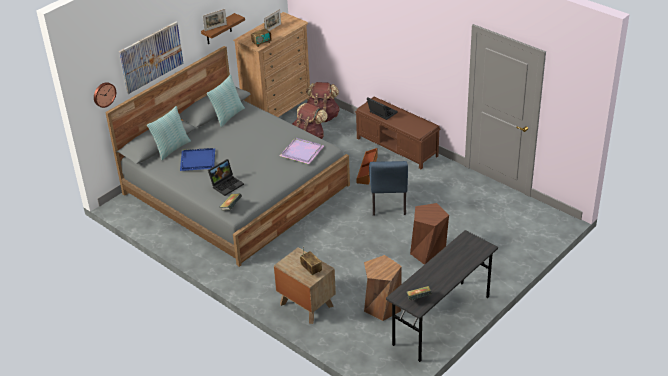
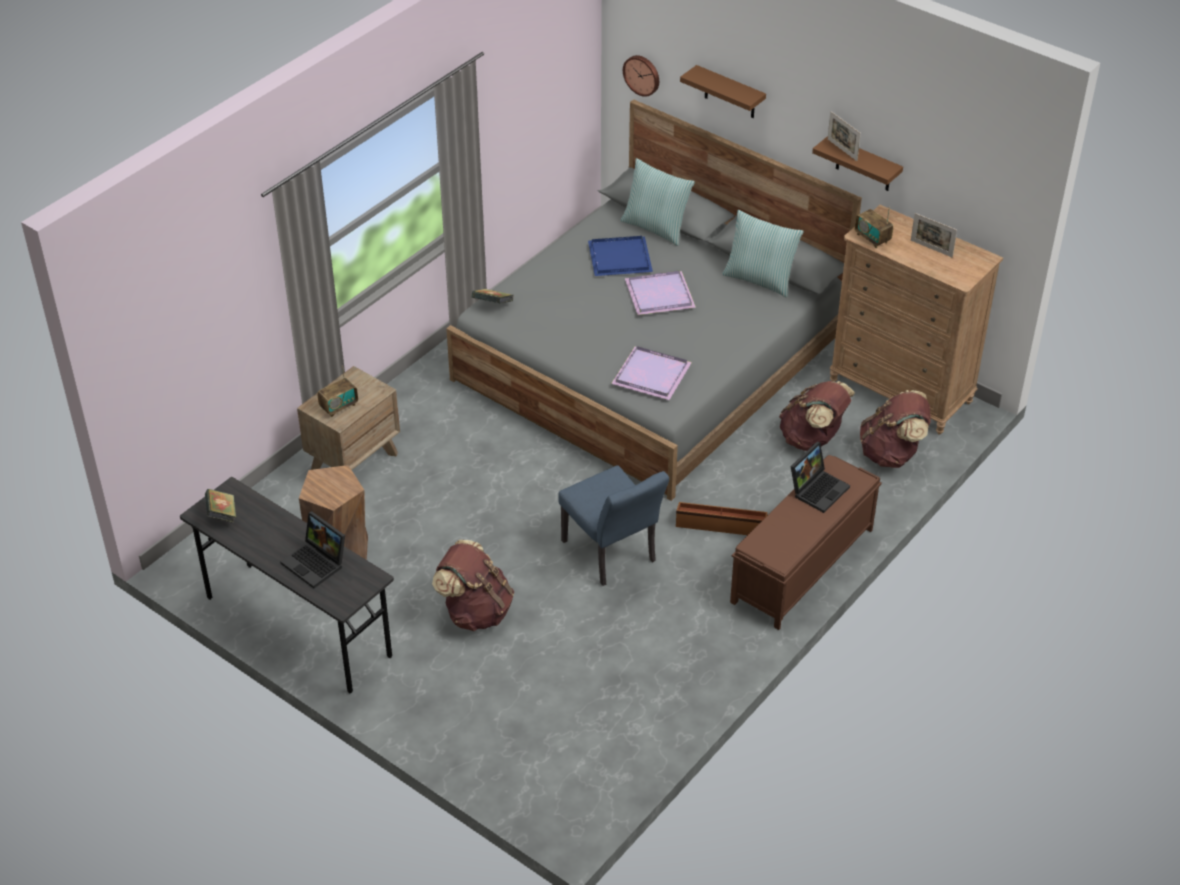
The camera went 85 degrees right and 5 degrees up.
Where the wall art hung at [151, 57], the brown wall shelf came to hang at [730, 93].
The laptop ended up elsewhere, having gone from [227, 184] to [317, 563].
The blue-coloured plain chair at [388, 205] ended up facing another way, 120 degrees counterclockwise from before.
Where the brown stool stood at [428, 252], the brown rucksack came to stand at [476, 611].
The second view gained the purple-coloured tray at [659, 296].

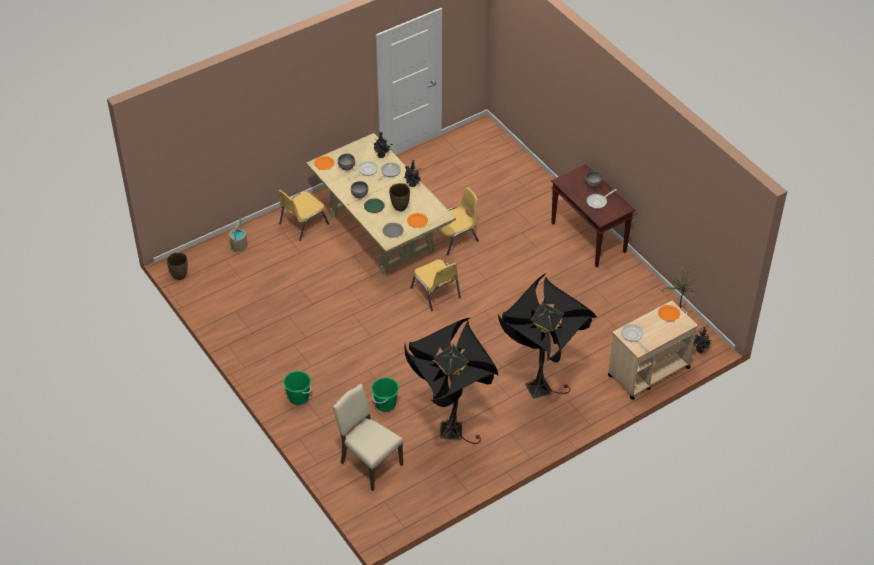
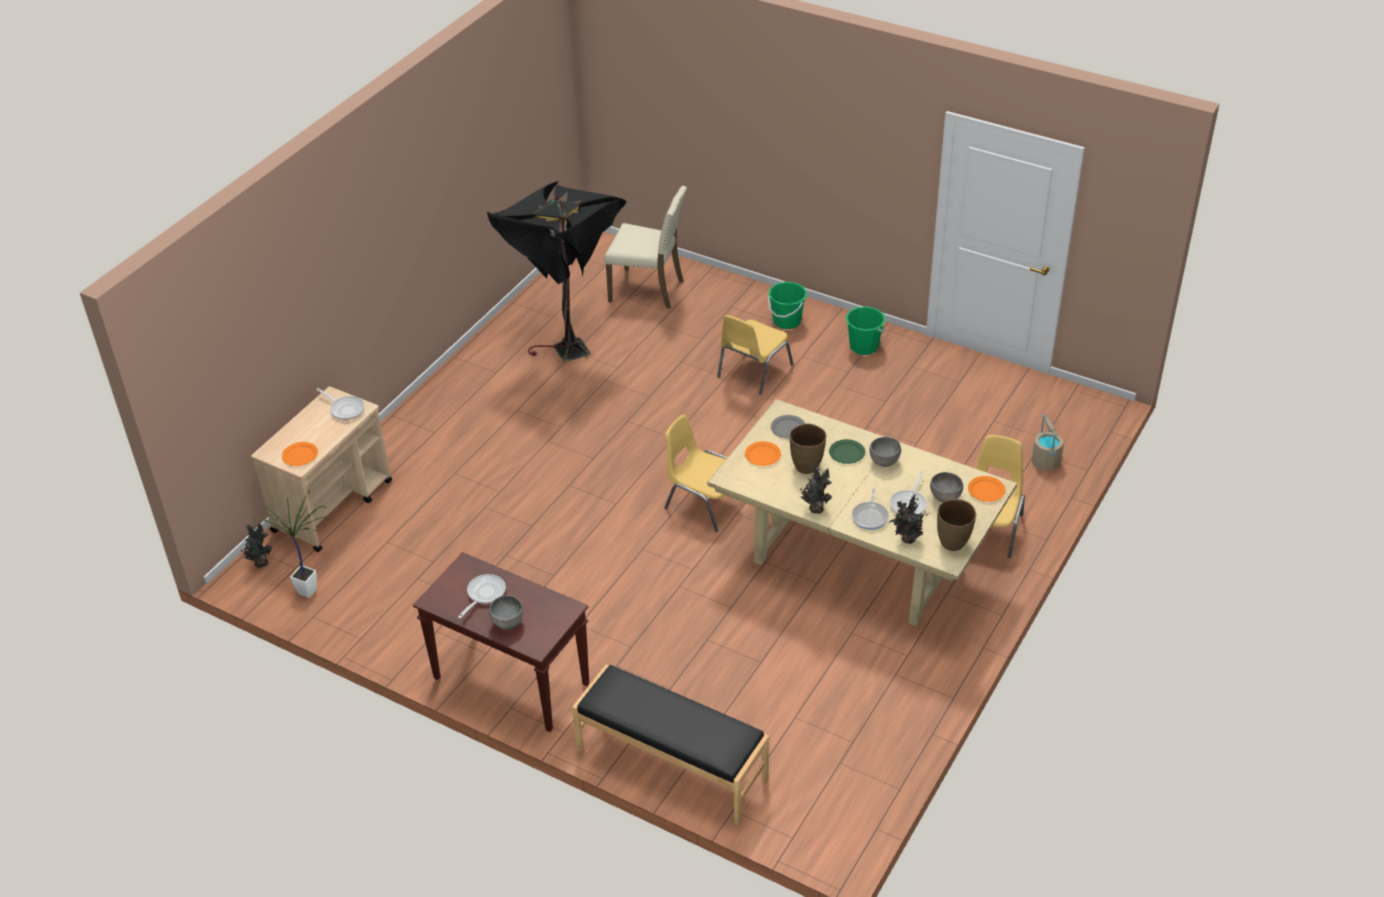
The camera went 155 degrees right and 5 degrees down.
The brown decorative vase ended up elsewhere, having gone from [179, 275] to [953, 543].
The green water bucket ended up elsewhere, having gone from [385, 404] to [864, 347].
The yellow-coloured plain chair ended up elsewhere, having gone from [455, 238] to [753, 371].
The second view lost the black-coloured floor lamp at [541, 394].
The second view gained the black-coloured bench at [671, 765].

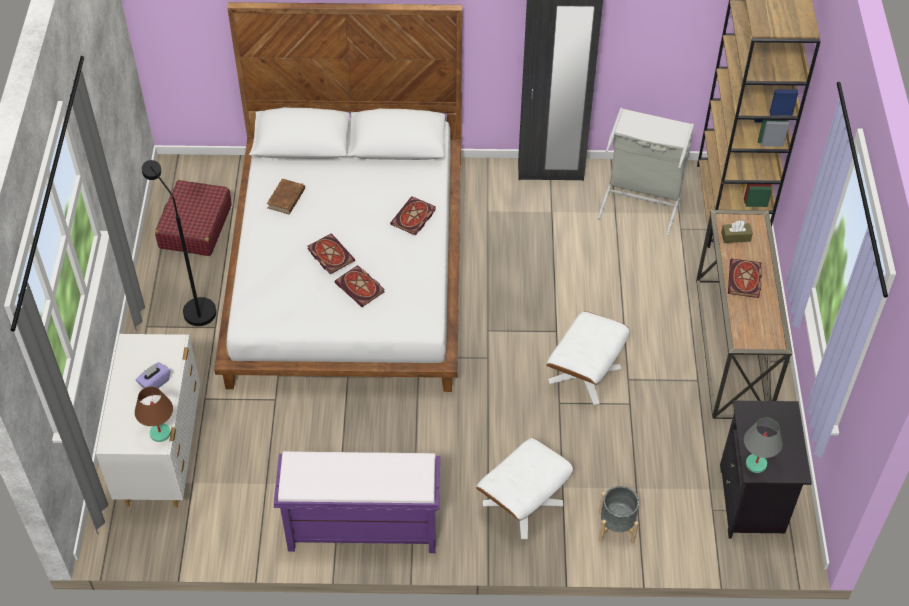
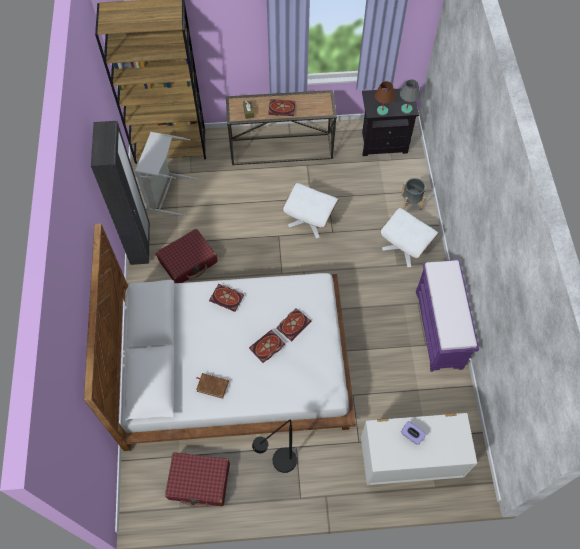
The camera went 95 degrees left and 10 degrees up.
The brown lamp for a table ended up elsewhere, having gone from [160, 433] to [382, 111].
The second view gained the red suitcase at [188, 261].

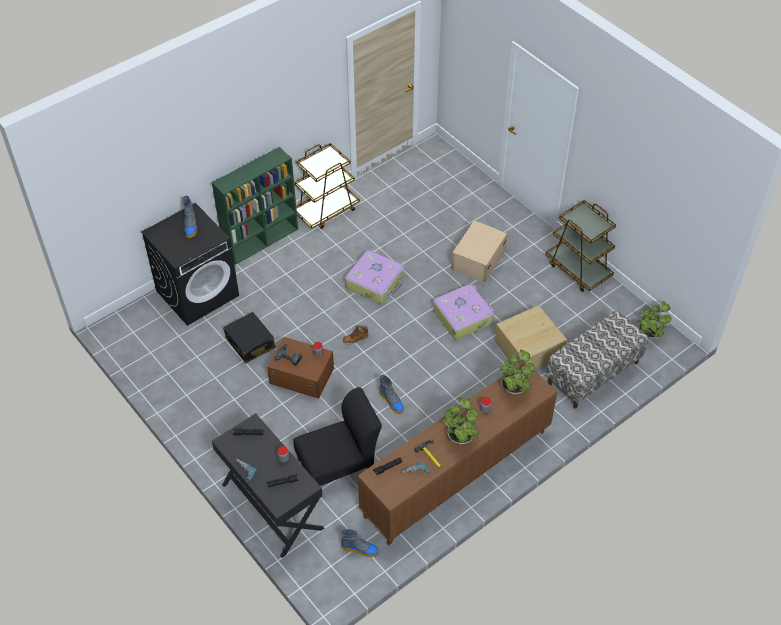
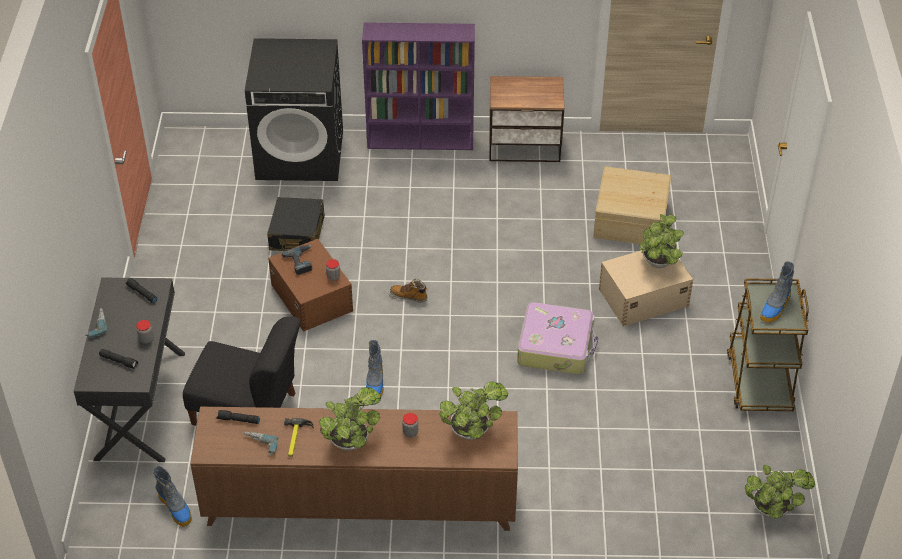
The camera went 40 degrees right and 5 degrees down.
The tall boot ended up elsewhere, having gone from [191, 226] to [775, 307].
What was the green shelving unit at [261, 240] turned into the purple-coloured shelving unit at [421, 140].
Where the brown wheeled cart stood at [326, 210], the night table came to stand at [525, 148].
The second view lost the suitcase at [375, 282].
The sand-coloured storage bin ended up elsewhere, having gone from [528, 348] to [630, 219].
The second view lost the bench at [593, 373].
The second view gained the plant in a pot at [658, 264].

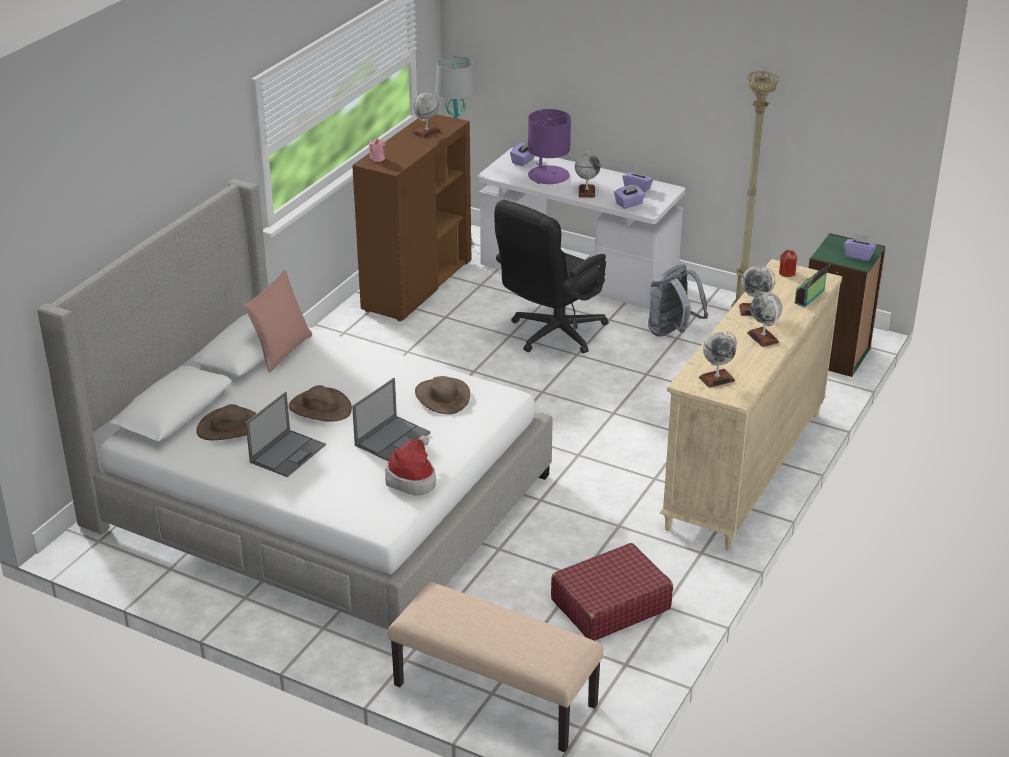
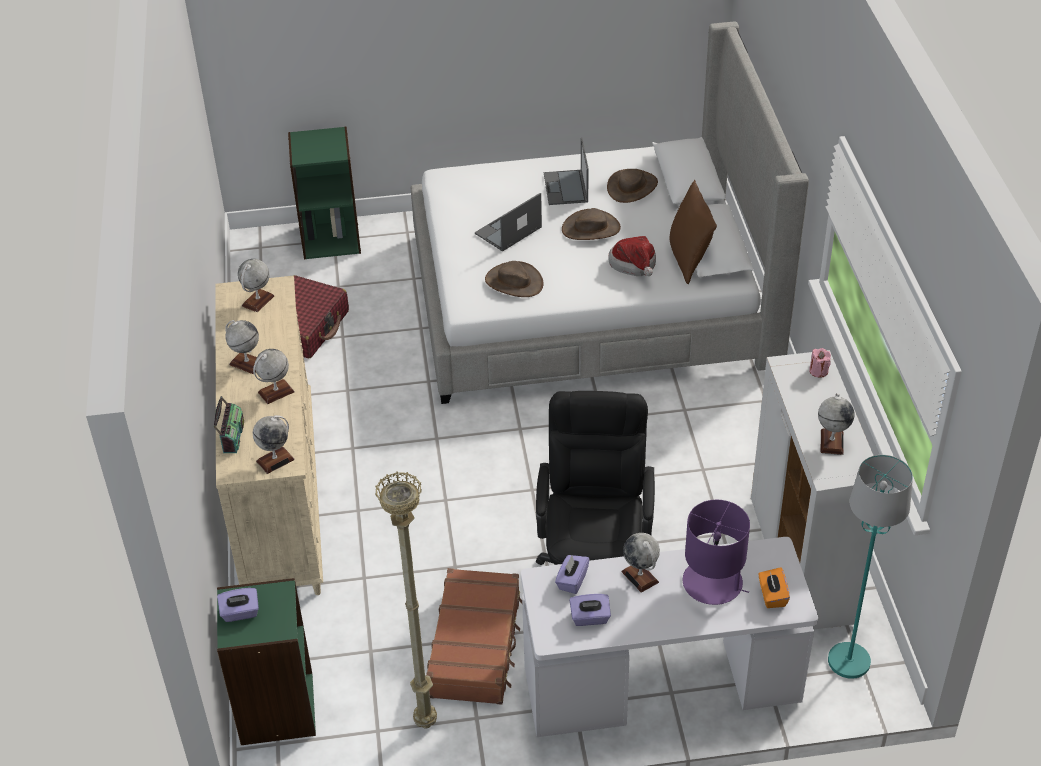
The camera went 145 degrees right and 10 degrees up.
What was the pinkish throw pillow at [281, 351] turned into the brown throw pillow at [689, 260].
What was the brown cabinet at [417, 286] turned into the white-coloured cabinet at [802, 562].
The laptop at [393, 438] ended up facing another way, 45 degrees clockwise from before.
The clothing hat ended up elsewhere, having gone from [412, 478] to [634, 266].
Where the sand-coloured bench stood at [493, 696], the green shelving unit came to stand at [331, 238].
What was the purple-coloured tissue box at [523, 161] turned into the orangey tissue box at [772, 596].
Where the grey rucksack stood at [672, 332], the brown suitcase came to stand at [476, 645].
Where the red wax light stood at [787, 273], the desk globe came to stand at [275, 460].

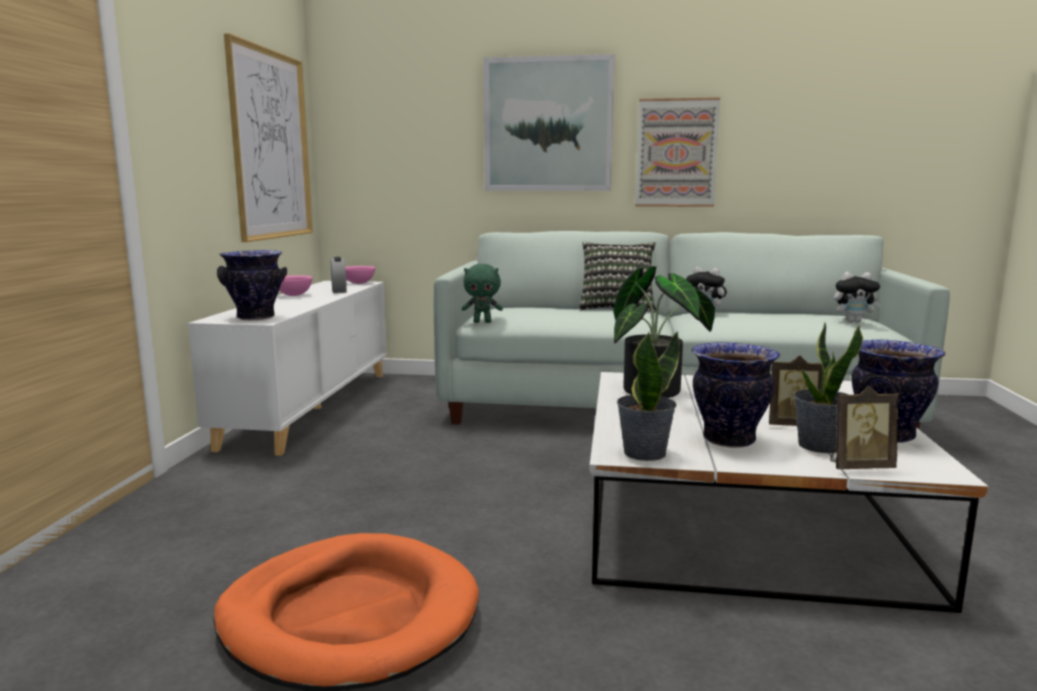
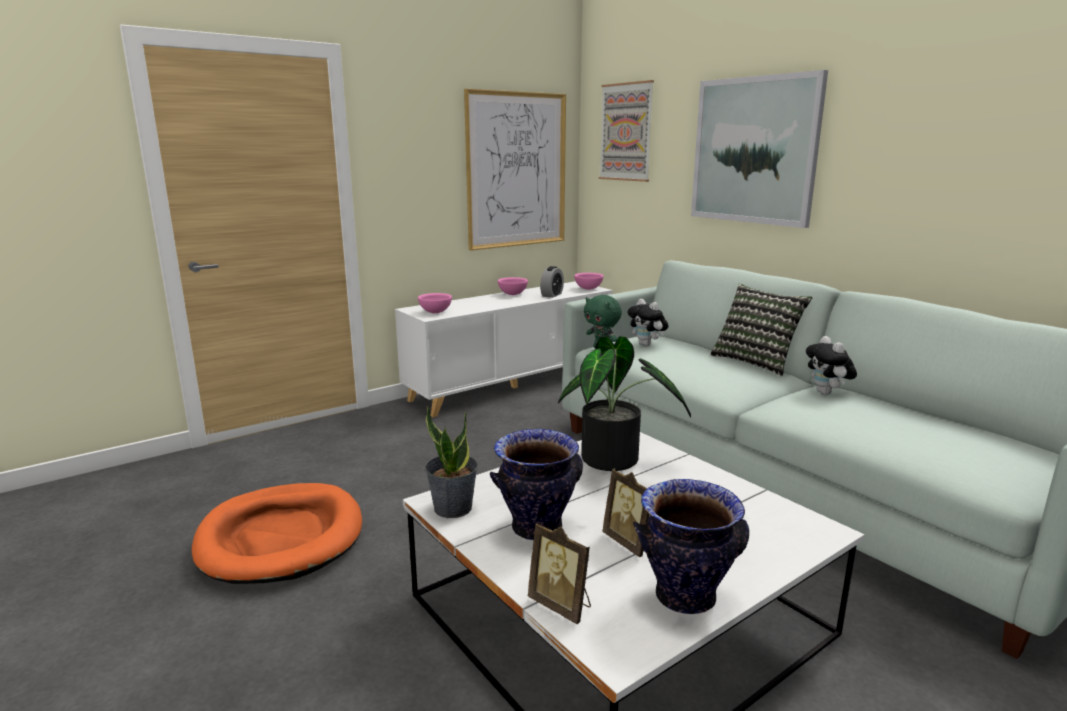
The camera went 45 degrees right and 5 degrees up.
Where the decorative vase stood at [255, 317], the pinkish serving bowl came to stand at [435, 312].
The wall art ended up elsewhere, having gone from [676, 153] to [626, 132].
The second view lost the plant in a pot at [819, 446].
The plush toy ended up elsewhere, having gone from [853, 322] to [647, 345].

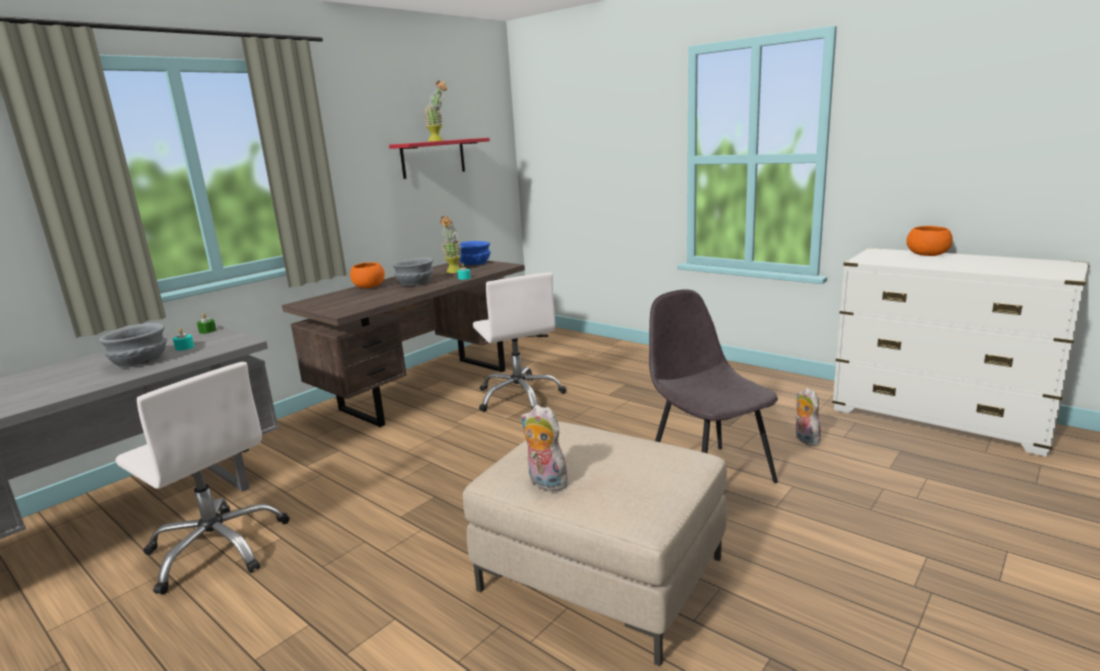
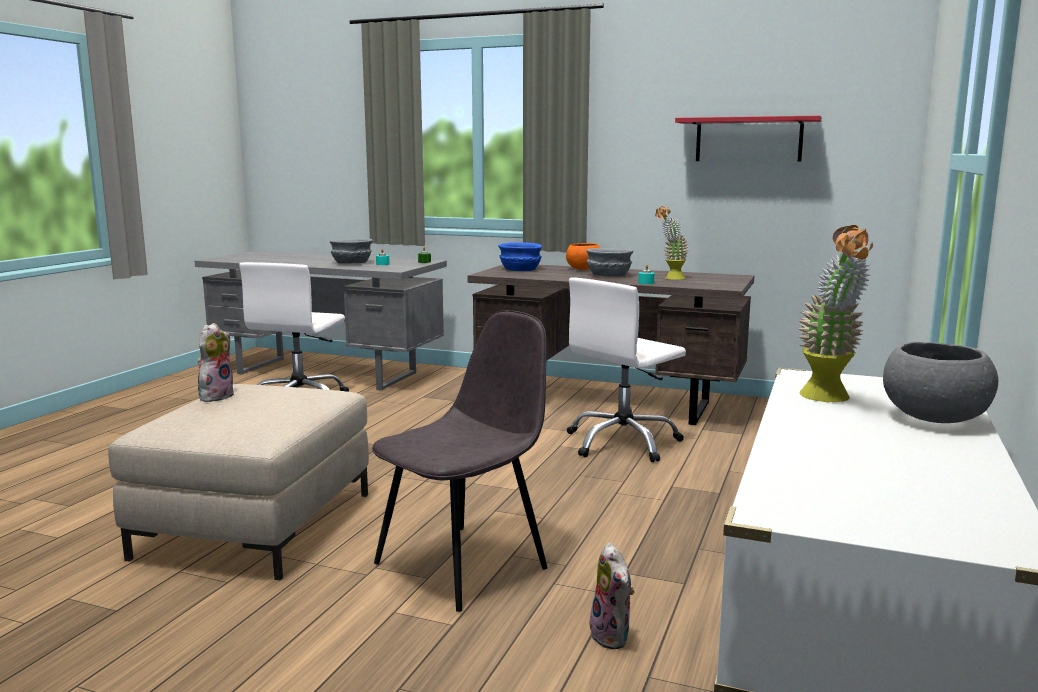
The camera went 70 degrees right and 5 degrees down.
The plant in a pot ended up elsewhere, having gone from [439, 140] to [829, 399].
The blue-coloured serving bowl ended up elsewhere, having gone from [474, 263] to [520, 269].
The plush toy at [804, 439] ended up facing another way, 105 degrees clockwise from before.
What was the orangey serving bowl at [927, 255] turned into the grey serving bowl at [933, 418].

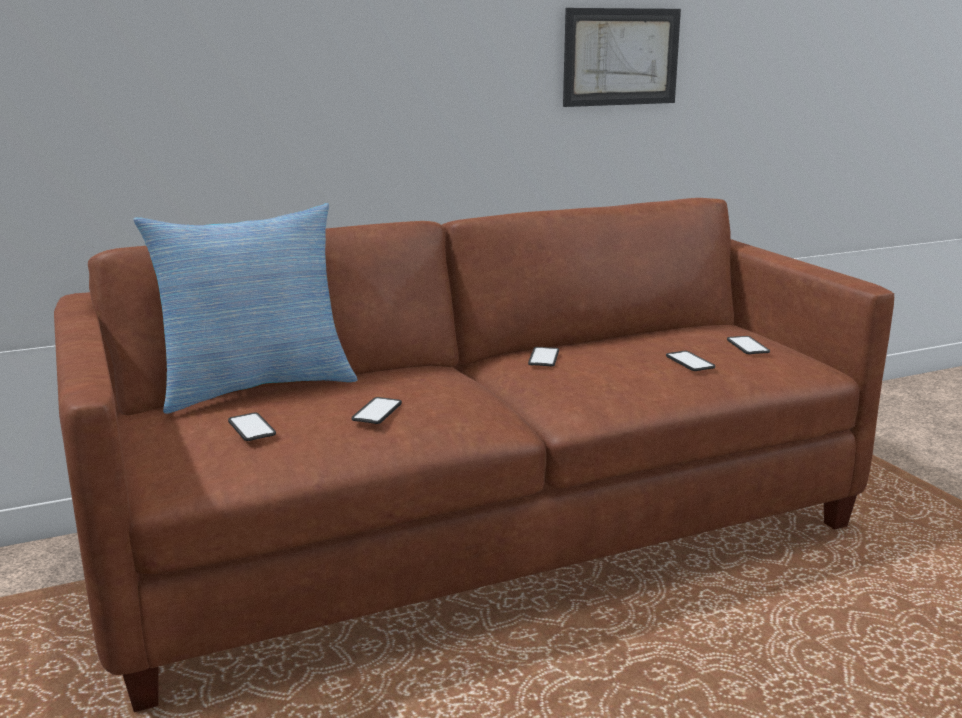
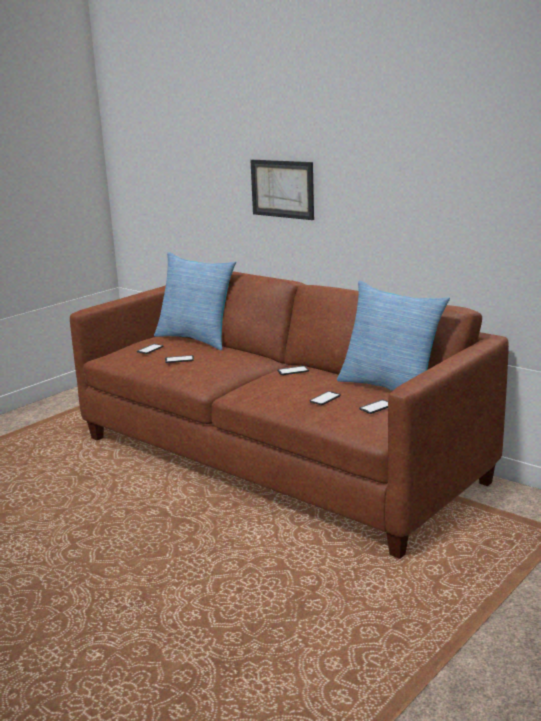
The camera went 65 degrees right and 0 degrees up.
The wall art ended up elsewhere, having gone from [621, 57] to [282, 189].
The second view gained the throw pillow at [390, 388].

